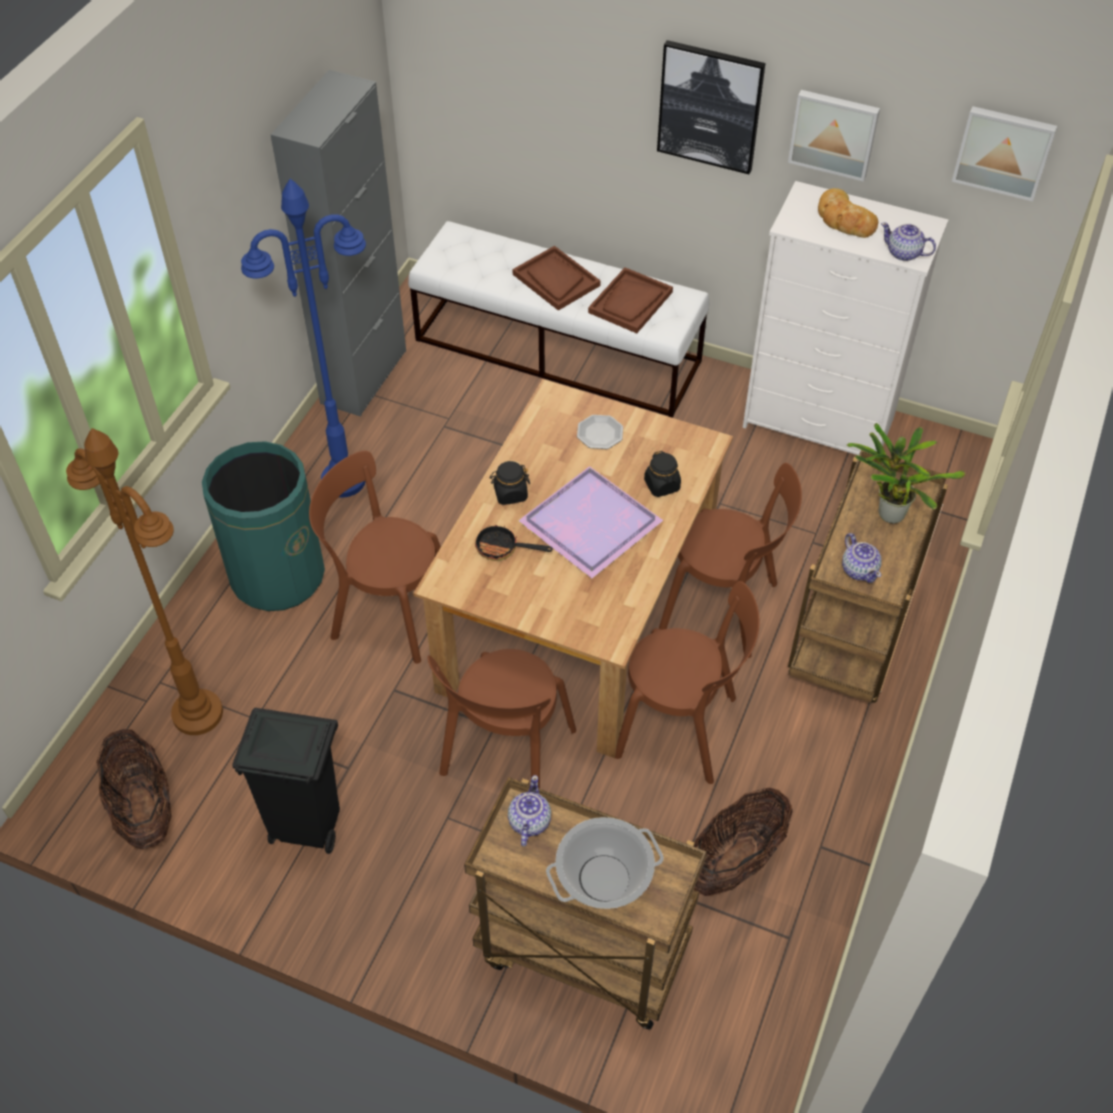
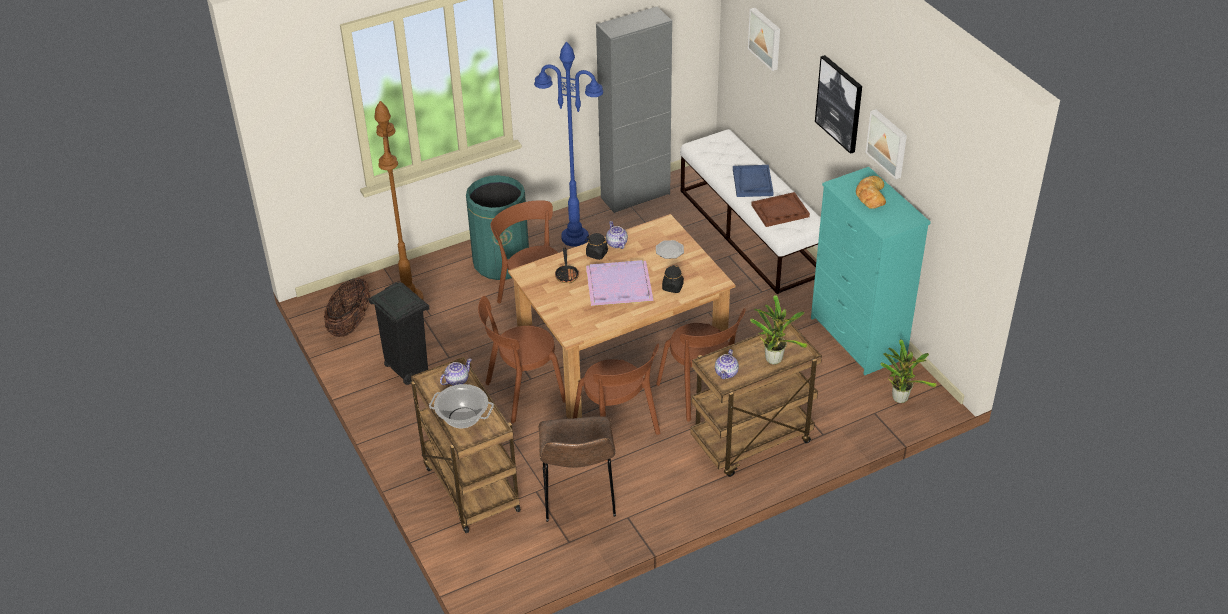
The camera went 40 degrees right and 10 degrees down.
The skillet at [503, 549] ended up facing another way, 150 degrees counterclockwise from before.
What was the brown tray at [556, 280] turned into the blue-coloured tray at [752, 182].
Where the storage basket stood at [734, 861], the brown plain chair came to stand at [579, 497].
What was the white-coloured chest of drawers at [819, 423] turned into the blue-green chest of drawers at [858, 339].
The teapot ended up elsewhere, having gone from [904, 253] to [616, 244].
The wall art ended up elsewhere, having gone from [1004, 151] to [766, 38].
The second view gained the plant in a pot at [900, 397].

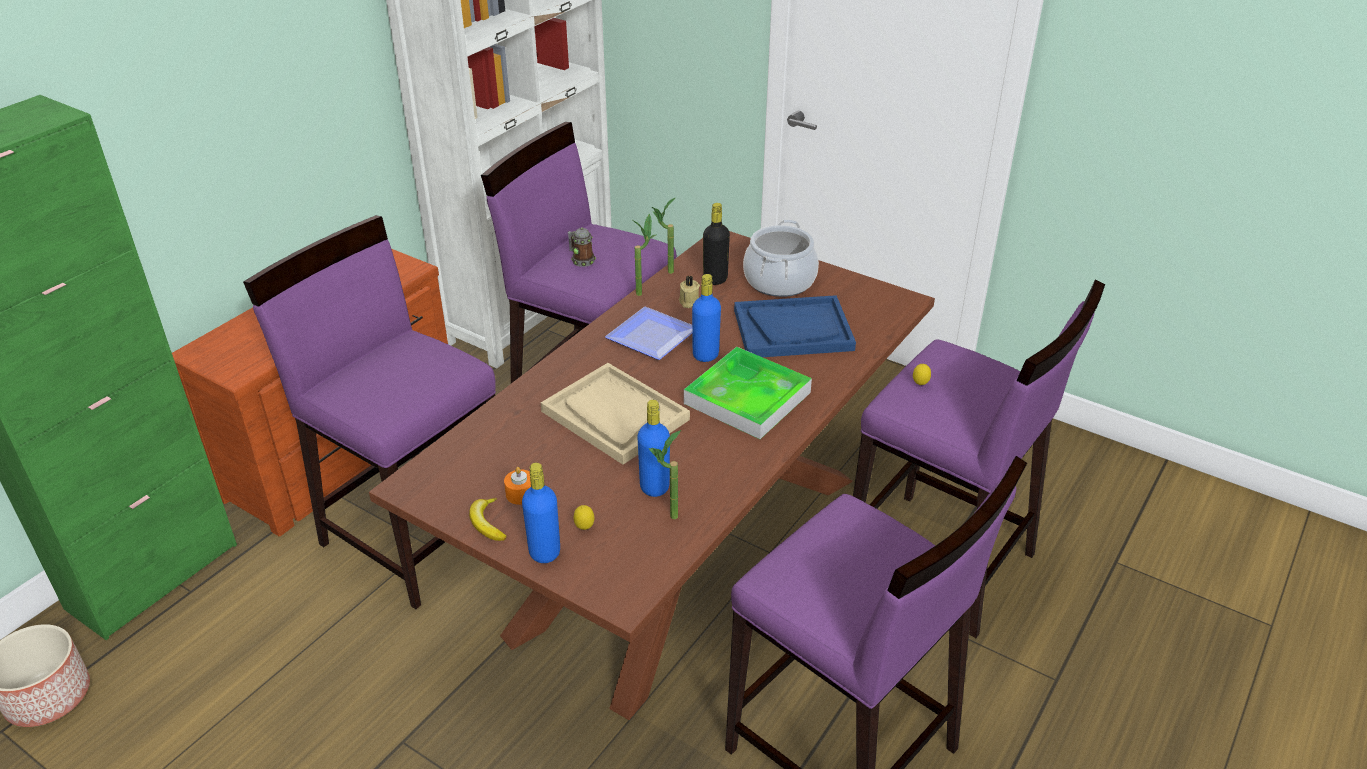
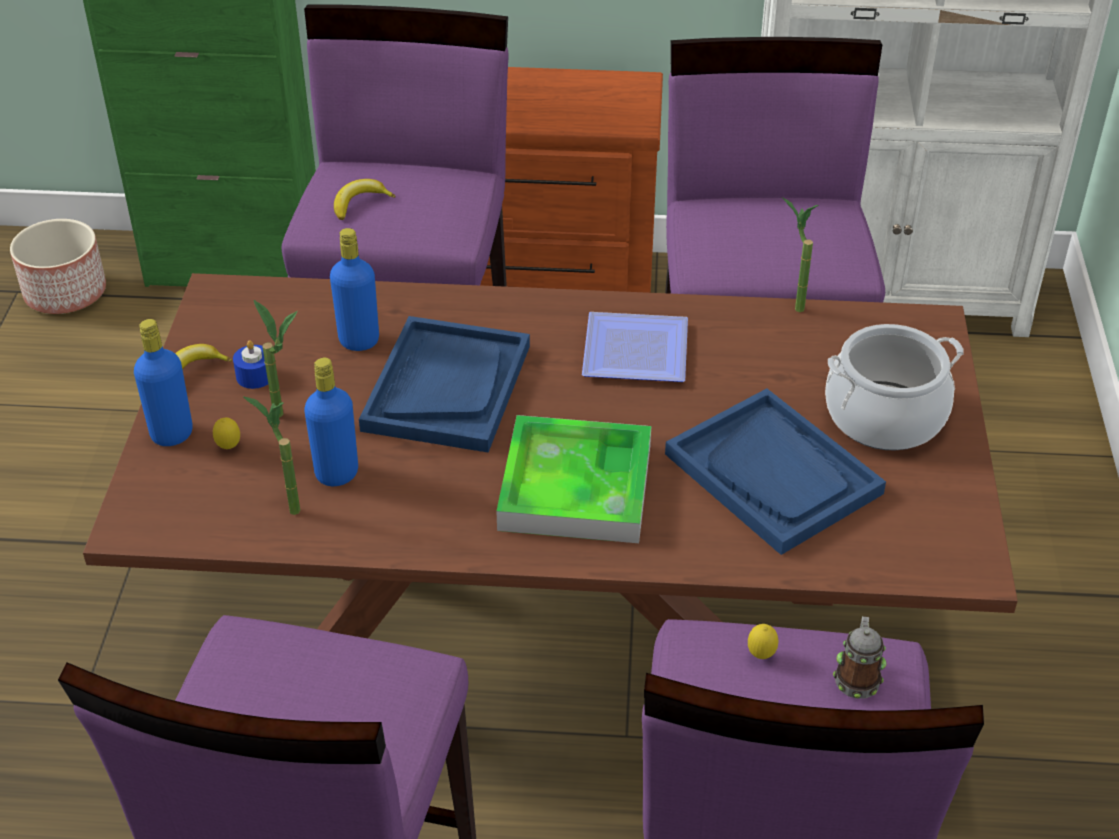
The camera went 60 degrees right and 5 degrees up.
What was the orangey wax light at [521, 494] turned into the blue-coloured wax light at [255, 376].
What was the sand-coloured tray at [614, 415] turned into the blue-coloured tray at [447, 387].
The coffee mug ended up elsewhere, having gone from [581, 260] to [857, 676].
The plant in a pot ended up elsewhere, having gone from [643, 291] to [288, 416].
The second view lost the sand-coloured wax light at [688, 302].
The blue-coloured beverage bottle ended up elsewhere, having gone from [705, 355] to [359, 341].
The second view lost the black-coloured beverage bottle at [715, 279].
The second view gained the whole banana at [360, 203].

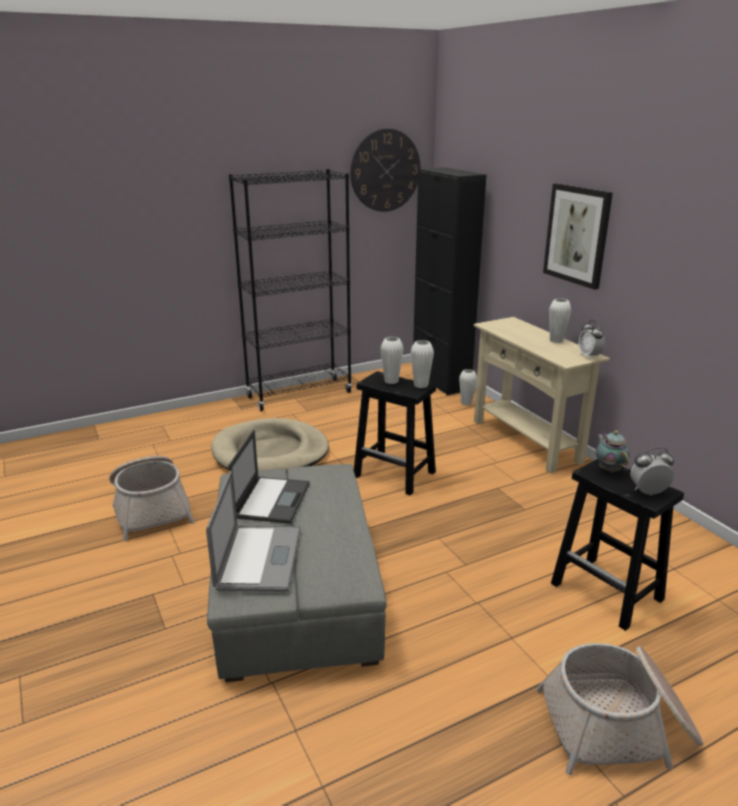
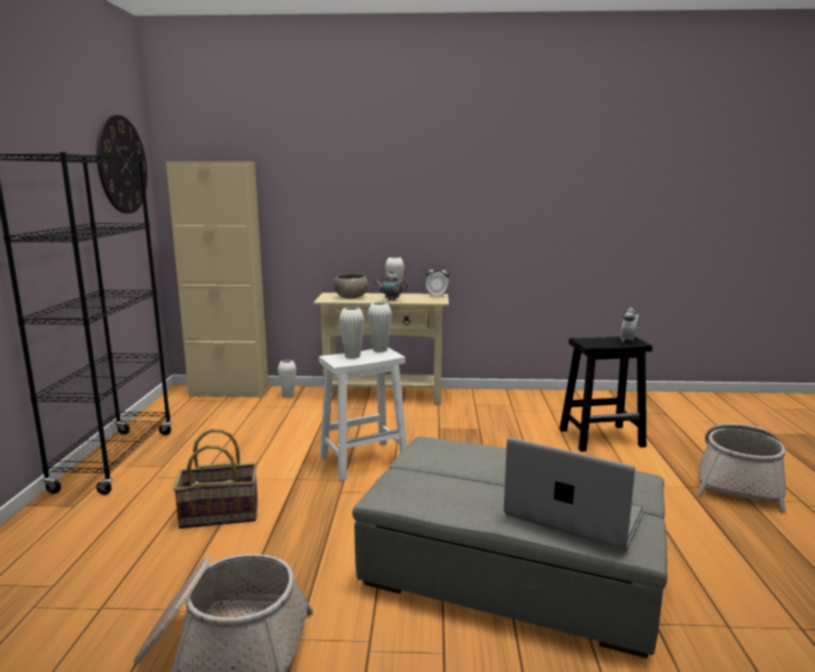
The camera went 60 degrees left and 10 degrees down.
Where the sand-coloured dog cushion stood at [270, 452], the storage basket came to stand at [220, 514].
The second view lost the laptop at [272, 499].
What was the black-coloured stool at [395, 474] turned into the white-coloured stool at [365, 460].
What was the black-coloured cabinet at [441, 381] turned into the sand-coloured cabinet at [229, 392].
The second view lost the wall art at [577, 235].
The teapot ended up elsewhere, having gone from [608, 469] to [390, 300].
The second view gained the grey serving bowl at [351, 297].

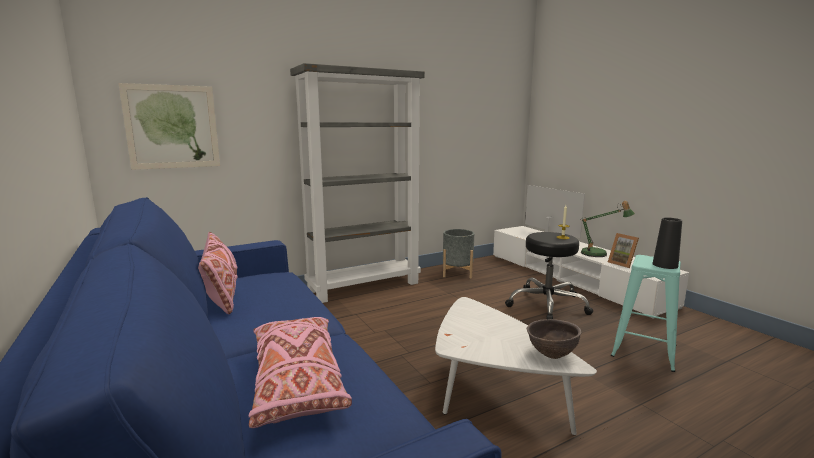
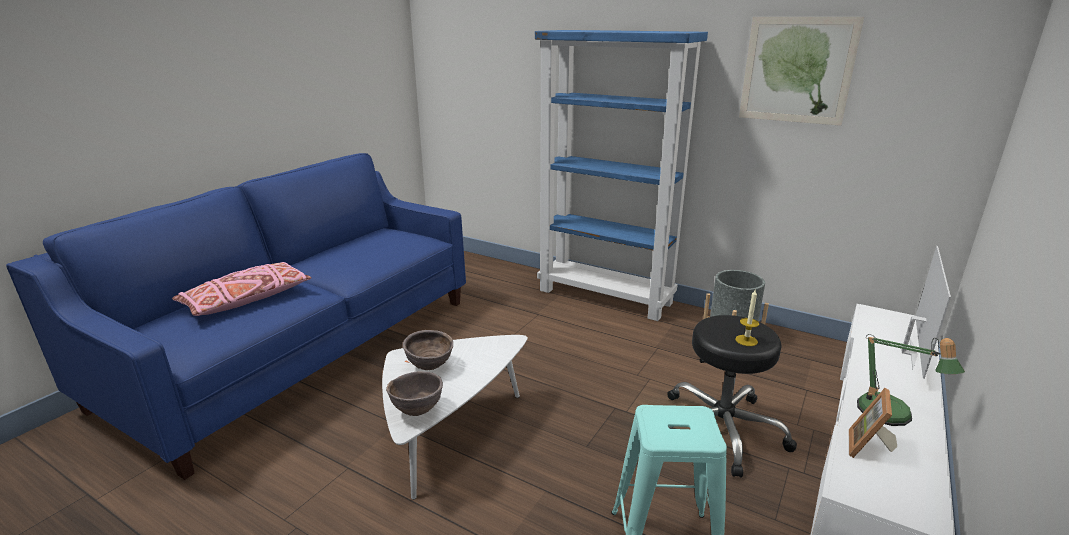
The camera went 60 degrees right and 10 degrees up.
The wall art ended up elsewhere, having gone from [172, 127] to [797, 70].
The second view lost the pinkish throw pillow at [221, 295].
What was the grey shelving unit at [364, 286] turned into the blue-coloured shelving unit at [606, 296].
The second view lost the black-coloured decorative vase at [665, 265].
The second view gained the brown serving bowl at [430, 367].

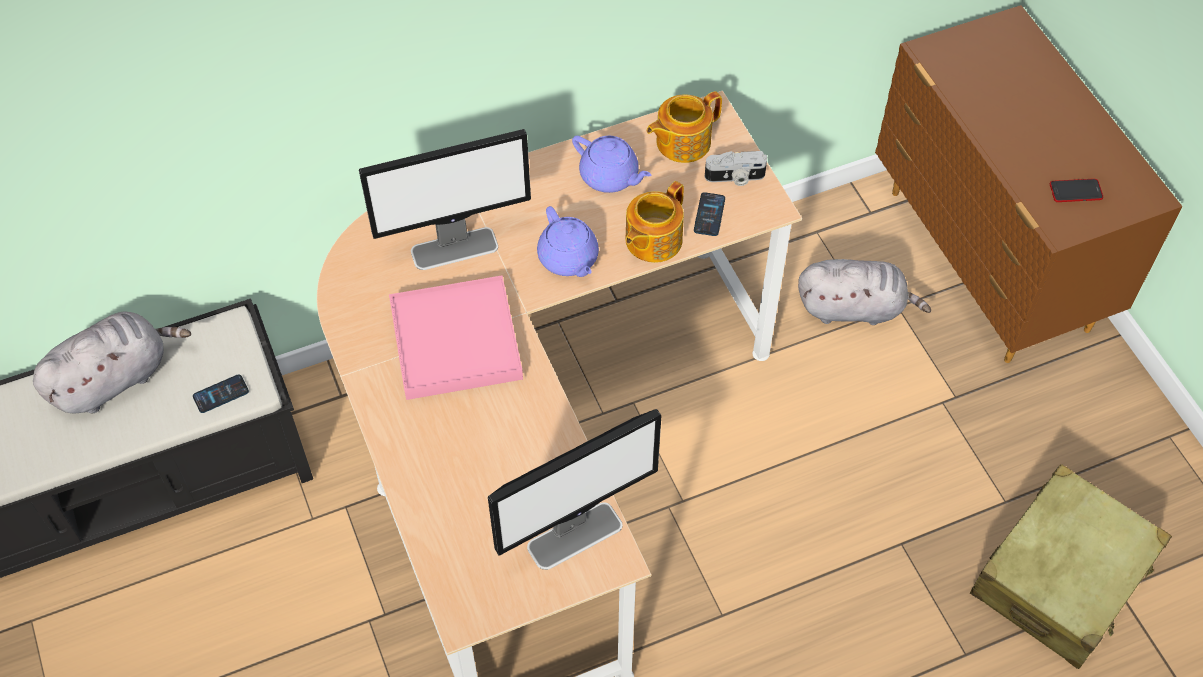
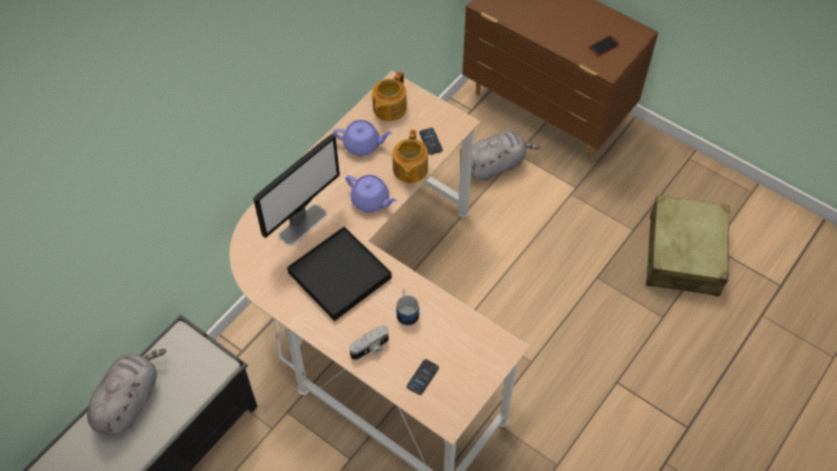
The camera went 30 degrees left and 0 degrees up.
The telephone ended up elsewhere, having gone from [221, 394] to [422, 377].
What was the pinkish tray at [455, 342] turned into the black-coloured tray at [339, 276].
The second view lost the computer screen at [576, 535].
The still camera ended up elsewhere, having gone from [735, 178] to [370, 348].
The second view gained the coffee mug at [406, 311].

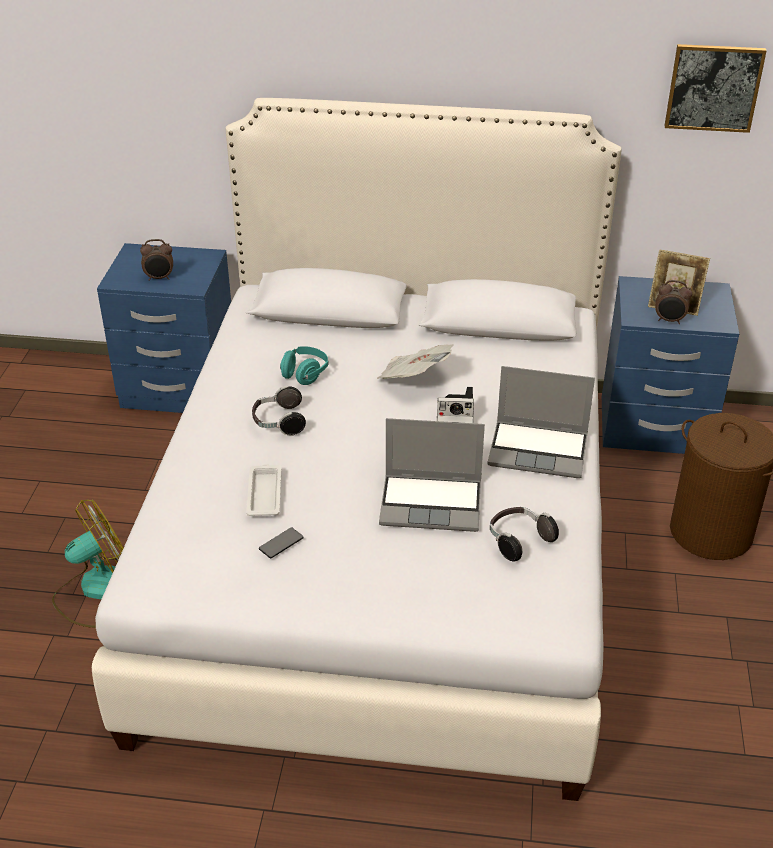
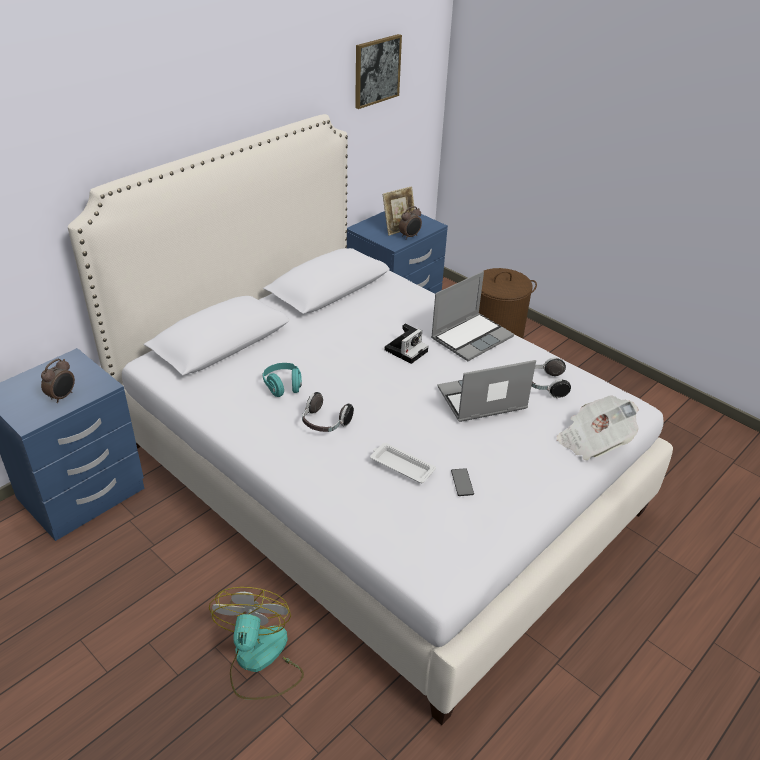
The camera went 55 degrees left and 0 degrees up.
The newspaper ended up elsewhere, having gone from [414, 378] to [593, 441].
The laptop at [432, 503] ended up facing another way, 150 degrees counterclockwise from before.

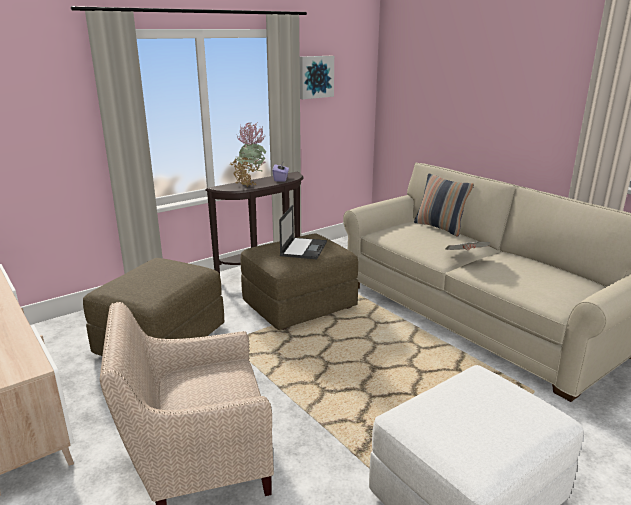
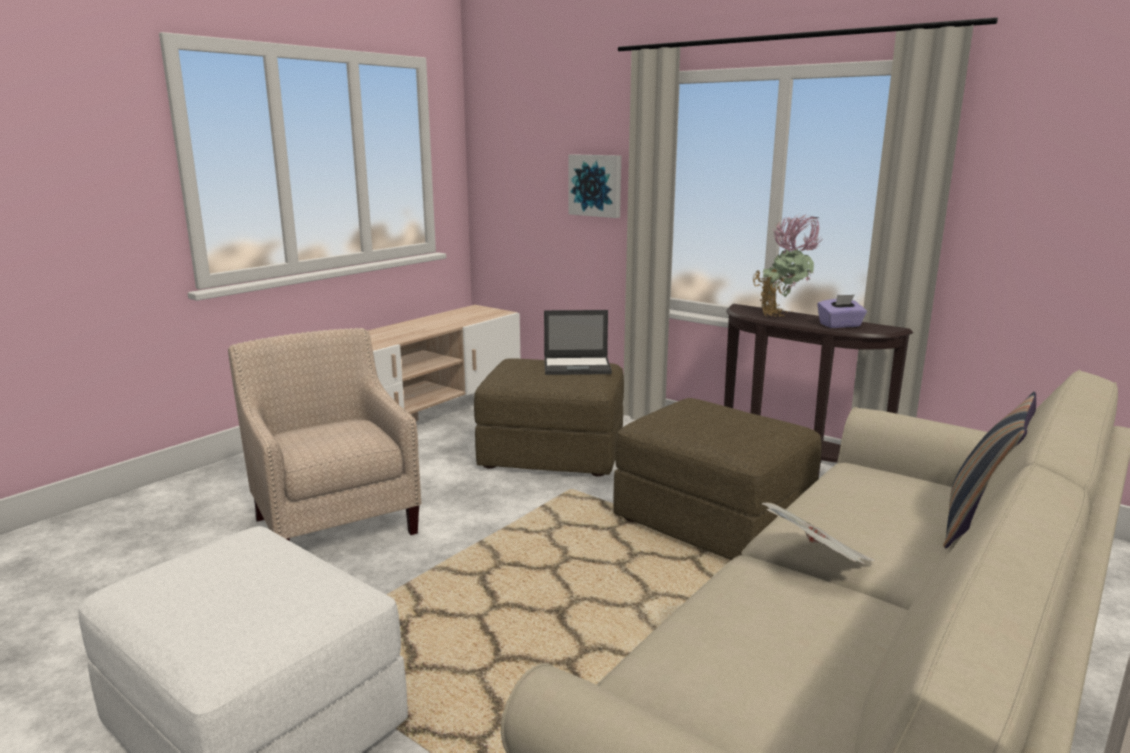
The camera went 75 degrees right and 5 degrees down.
The laptop ended up elsewhere, having gone from [303, 248] to [578, 366].
The wall art ended up elsewhere, having gone from [315, 77] to [596, 185].

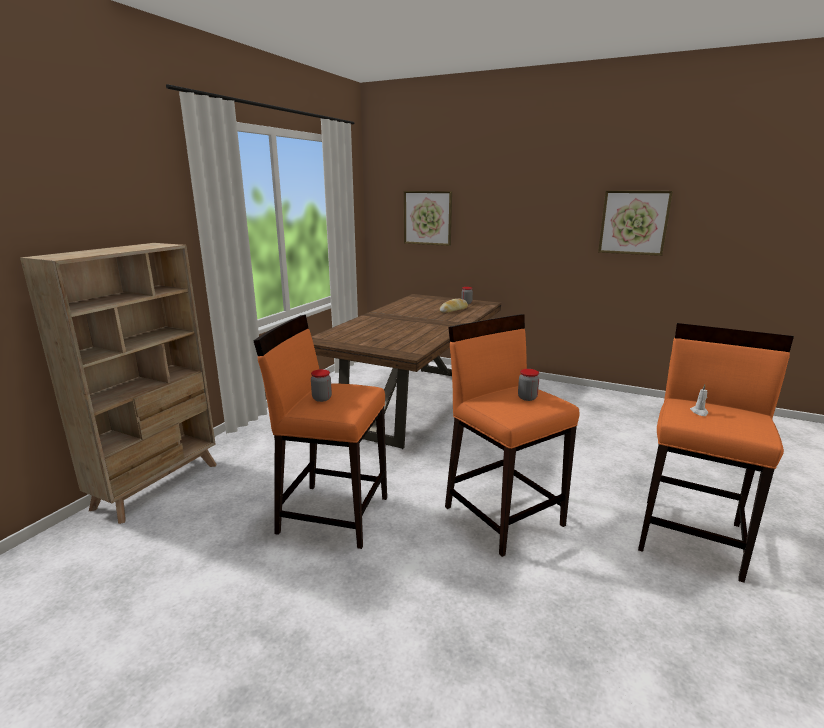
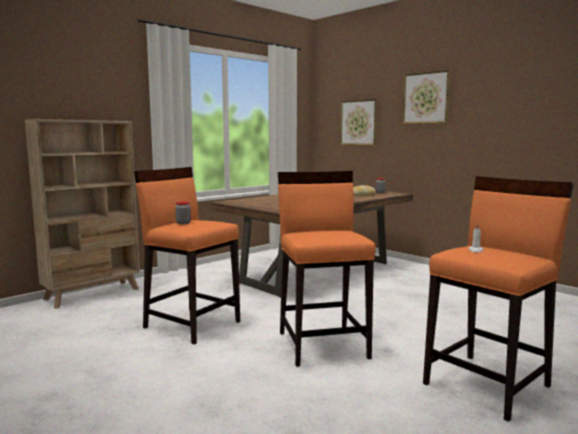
The camera went 20 degrees right and 10 degrees down.
The second view lost the jar at [527, 398].
The wall art ended up elsewhere, having gone from [634, 222] to [426, 98].

